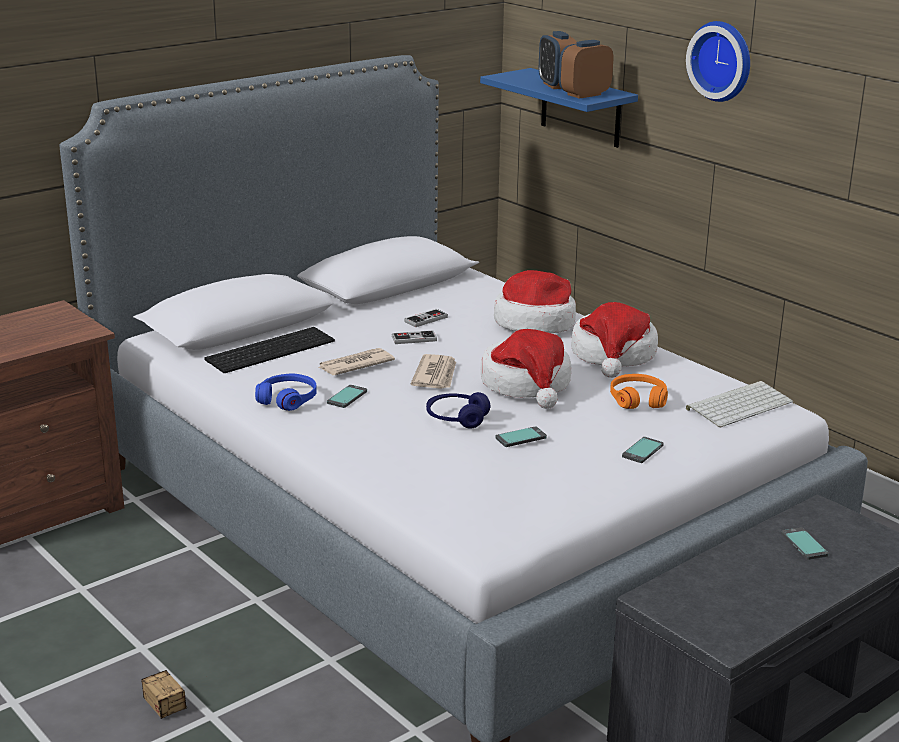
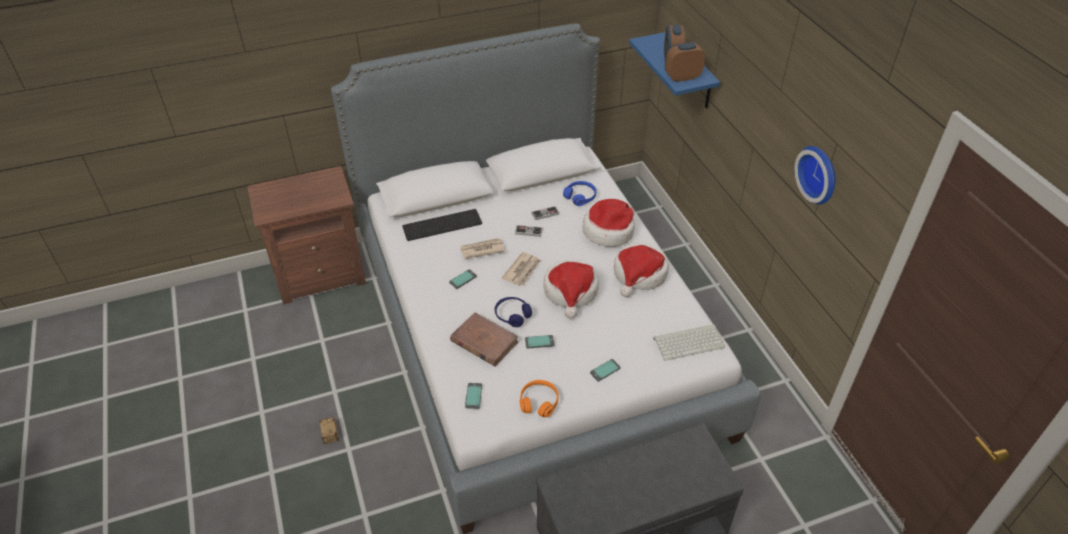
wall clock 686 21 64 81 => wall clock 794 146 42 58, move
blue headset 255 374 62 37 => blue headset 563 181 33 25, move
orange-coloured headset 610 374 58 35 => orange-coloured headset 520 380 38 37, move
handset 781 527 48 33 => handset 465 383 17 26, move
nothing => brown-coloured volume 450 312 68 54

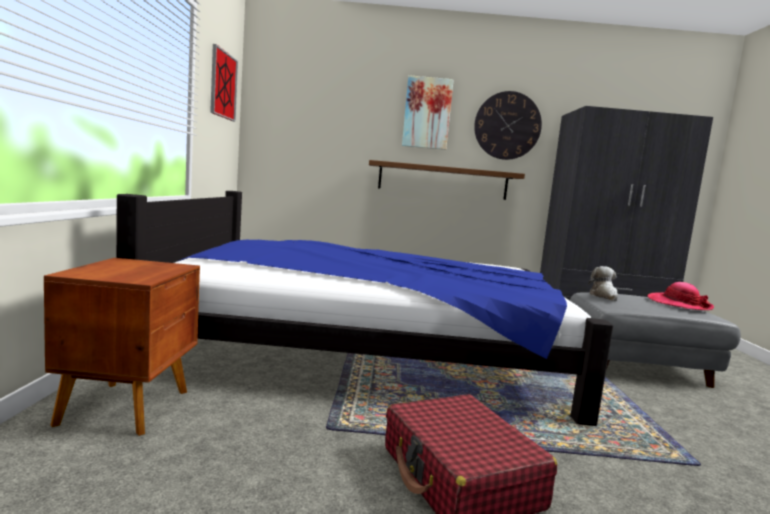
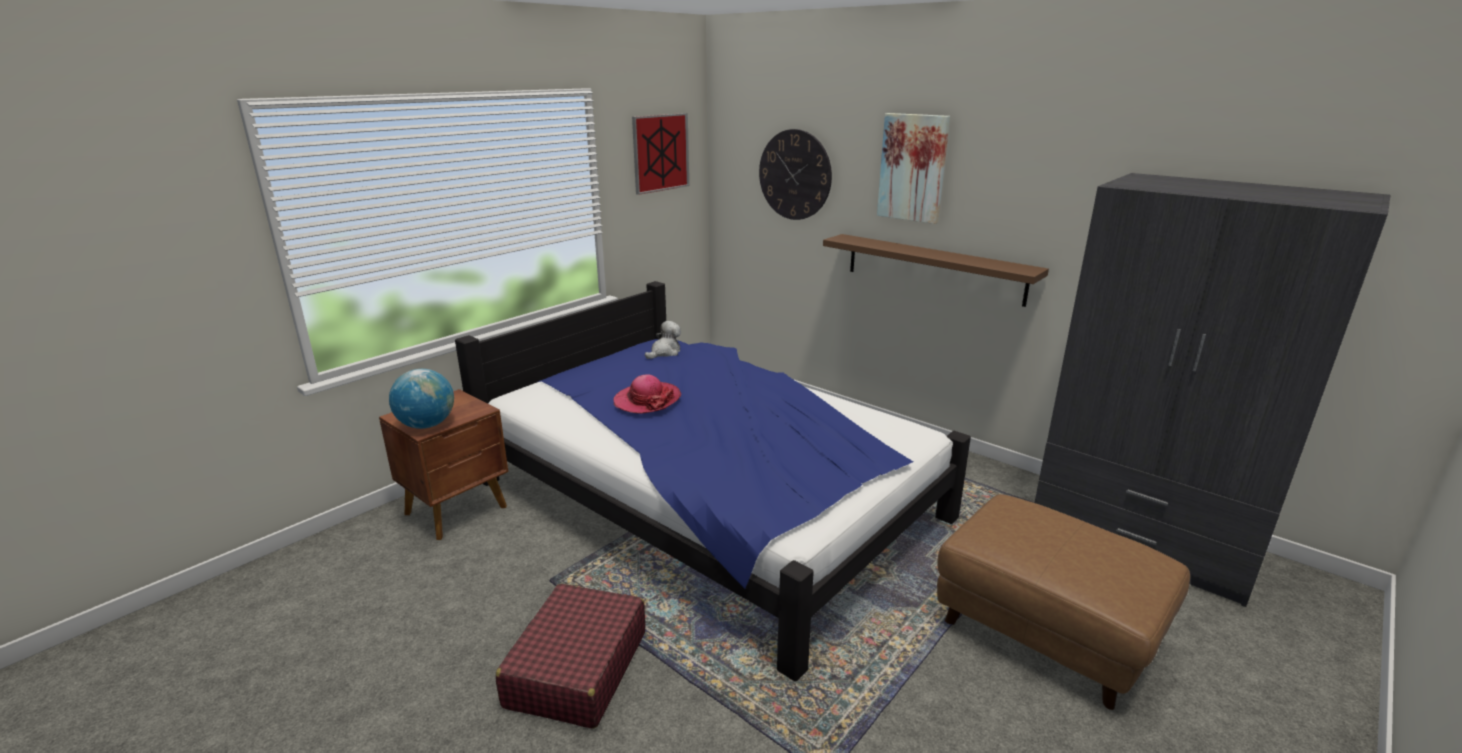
wall clock 474 91 68 69 => wall clock 759 129 73 91, move
plush toy 588 266 30 35 => plush toy 645 321 36 38, move
hat 647 282 67 28 => hat 613 374 68 40, move
gray pouffe 570 292 171 96 => brown-coloured pouffe 937 494 253 216
nothing => desk globe 389 369 65 60

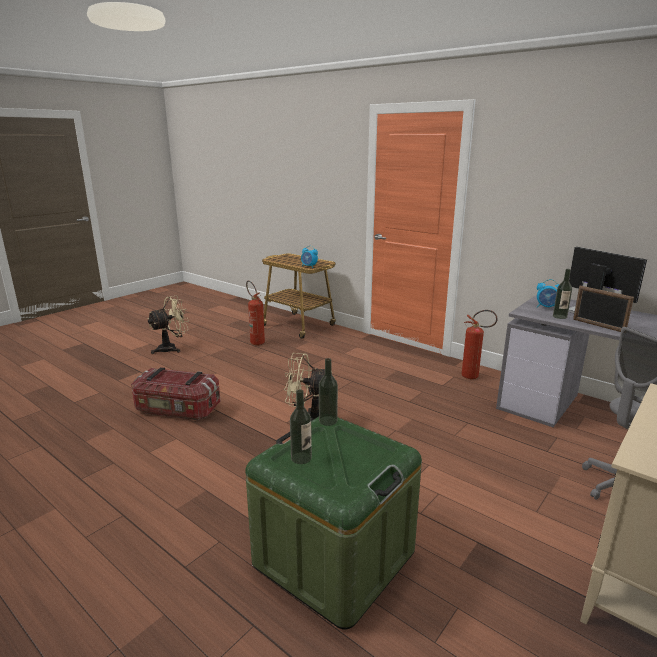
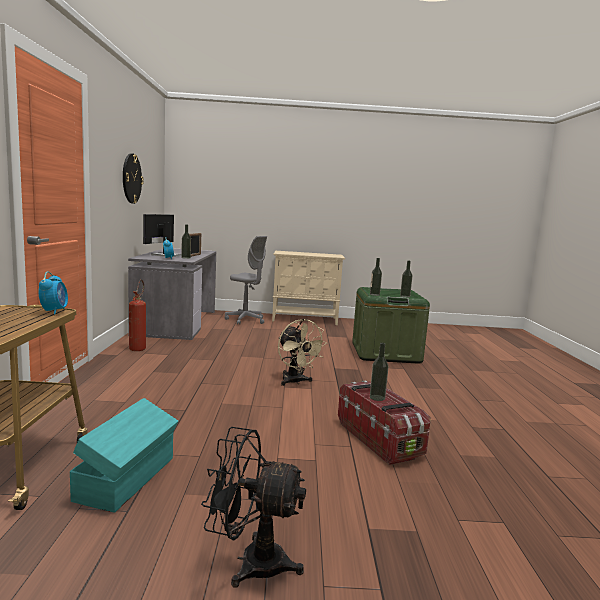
extinguisher 246 281 19 64 => blue-green storage container 70 398 108 115
beige electric fan 148 296 41 58 => black-coloured electric fan 201 427 105 161
nothing => wall clock 123 153 20 51
nothing => bottle 370 343 19 58

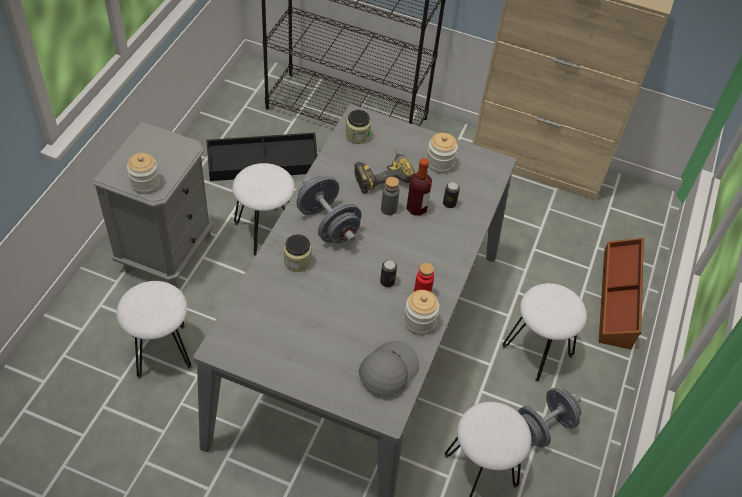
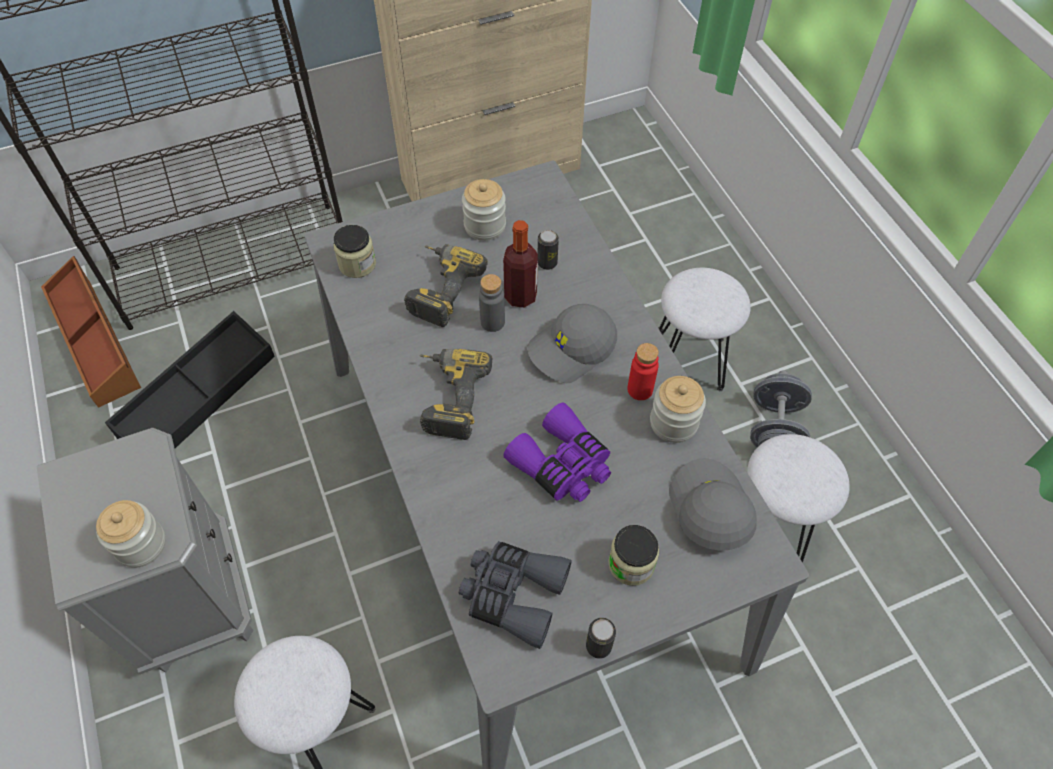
white-coloured stool seat 232 163 63 93 => nothing
gray dumbbell 296 176 66 67 => drill 419 349 74 91
preserve jar 284 234 28 38 => preserve jar 608 525 51 61, move
brown-coloured storage container 599 238 45 111 => brown-coloured storage container 41 256 100 152, move
can 380 260 17 27 => can 586 618 30 41, move
nothing => gray baseball cap 527 304 90 79
nothing => purplish binoculars 503 402 108 100
nothing => gray binoculars 459 541 113 108

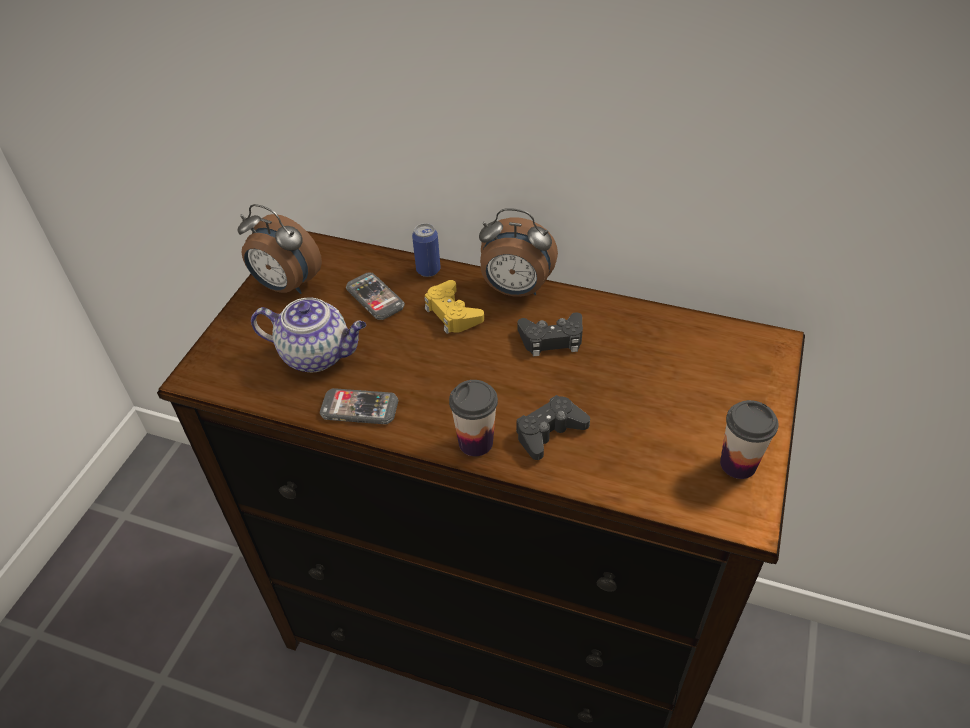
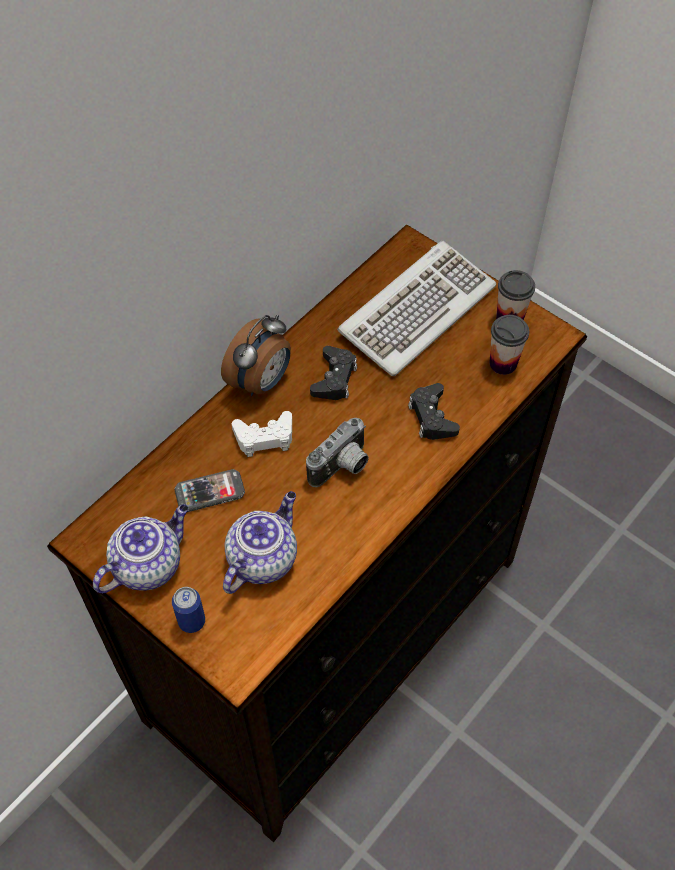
alarm clock 237 204 85 90 => tea pot 93 504 95 89
can 412 223 28 54 => can 172 587 33 46, move
yellow game controller 424 280 60 54 => white-coloured game controller 232 411 60 46
small cup 449 380 49 76 => small cup 490 315 39 60, move
handset 320 388 78 36 => nothing
nothing => PC keyboard 337 241 159 135
nothing => still camera 306 418 63 69

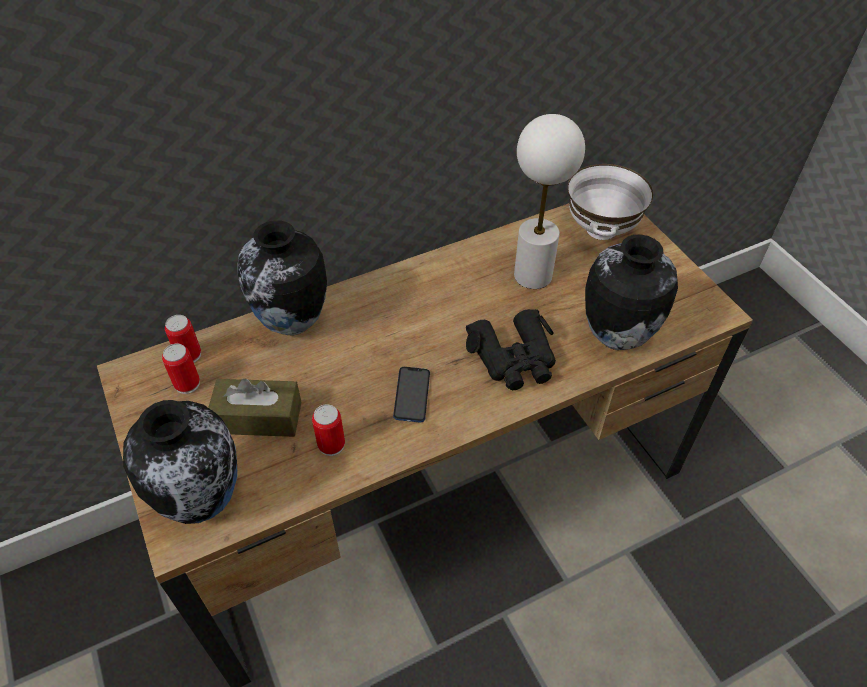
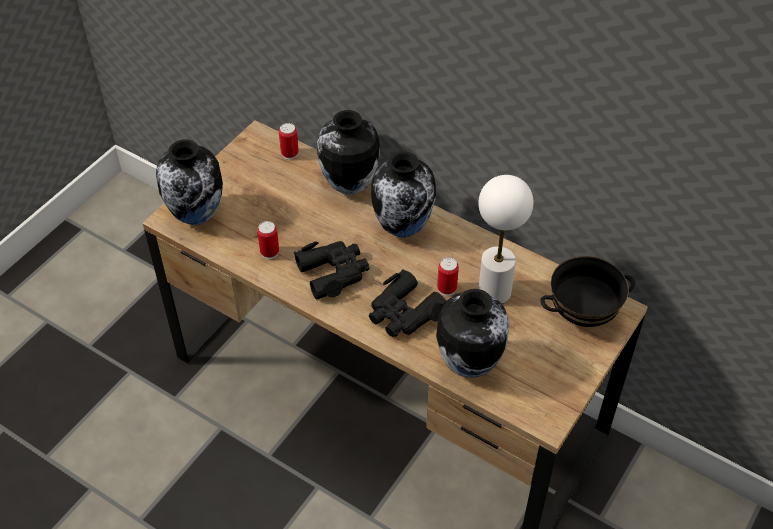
white-coloured serving bowl 568 164 85 76 => black-coloured serving bowl 540 256 95 71
can 162 344 38 50 => can 437 257 22 39, move
handset 393 367 37 56 => black-coloured binoculars 294 241 75 59
brown-coloured box of tissues 208 378 93 59 => nothing
nothing => flower vase 371 151 65 87

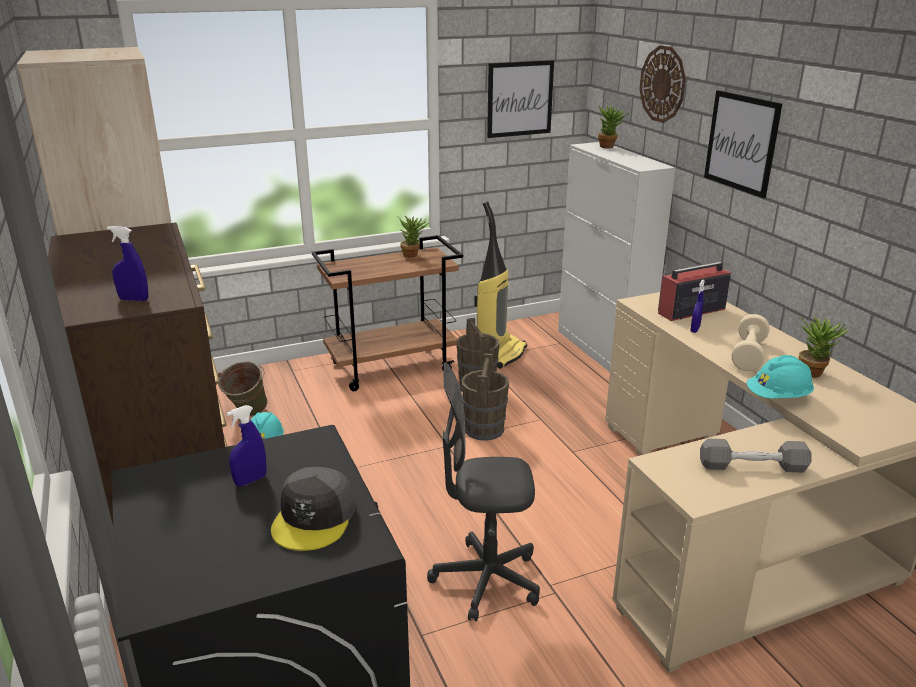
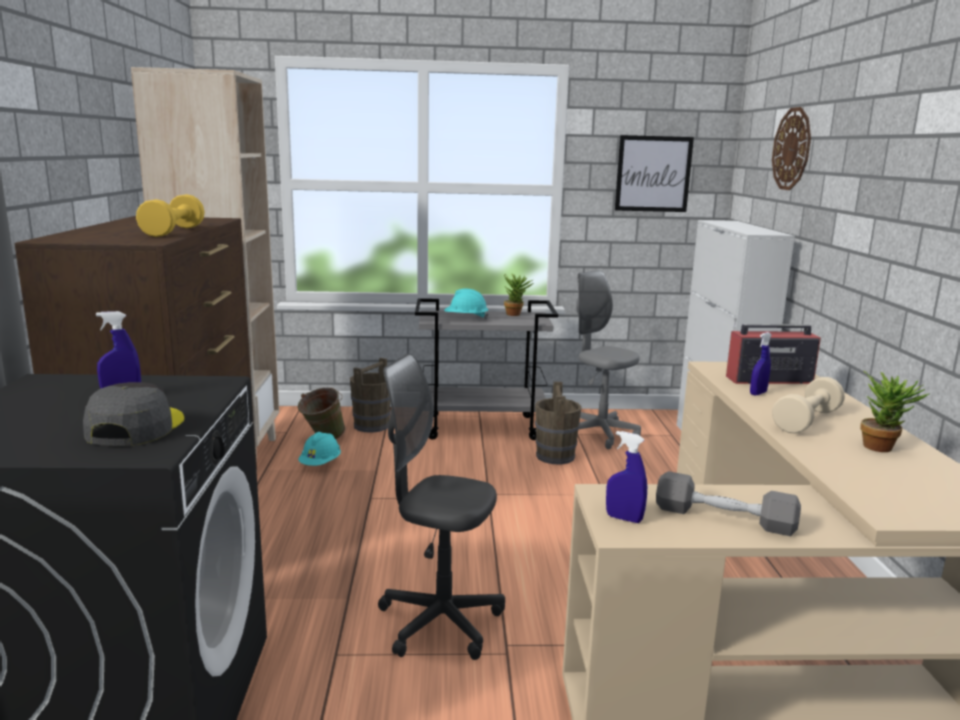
picture 704 90 78 108 => nothing
plant in a pot 598 105 31 43 => nothing
vacuum 474 201 53 168 => gray office chair 576 270 65 179
blue hand sprayer 107 226 42 75 => blue hand sprayer 606 431 41 92, move
brown-coloured cart 312 235 151 156 => gray cart 415 298 143 142
brown-coloured bucket 461 353 48 88 => brown-coloured bucket 350 358 40 75, move
blue-green hard hat 747 355 67 44 => blue-green hard hat 444 289 45 30, move
gray baseball cap 271 467 84 84 => gray baseball cap 83 382 101 64, 150 degrees clockwise
nothing => yellow dumbbell 136 194 69 43

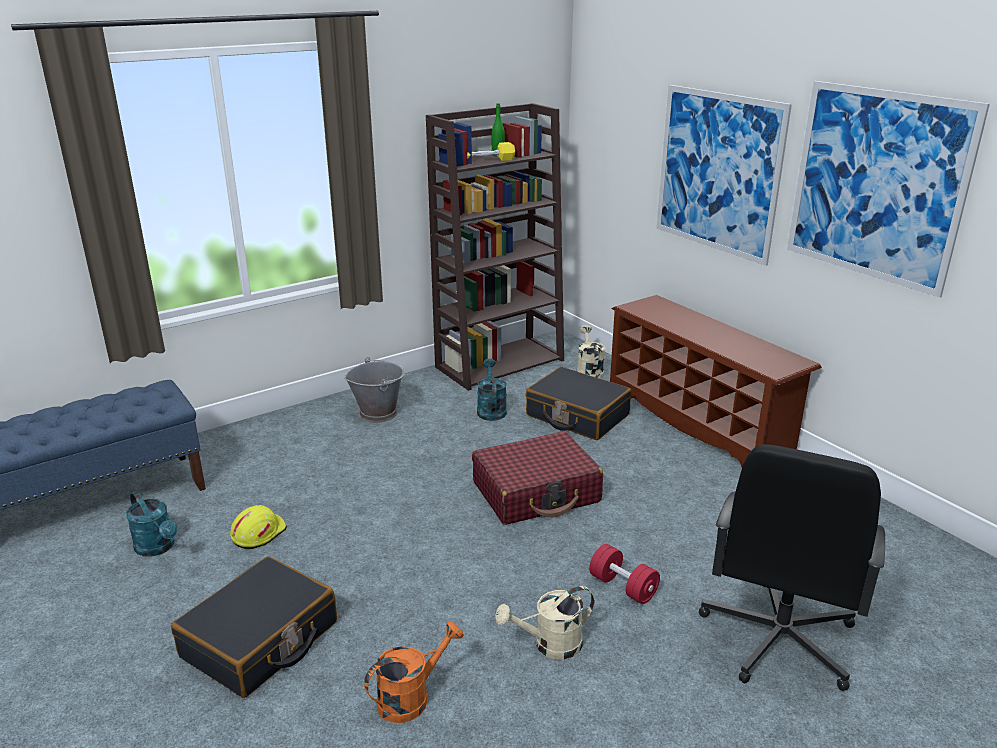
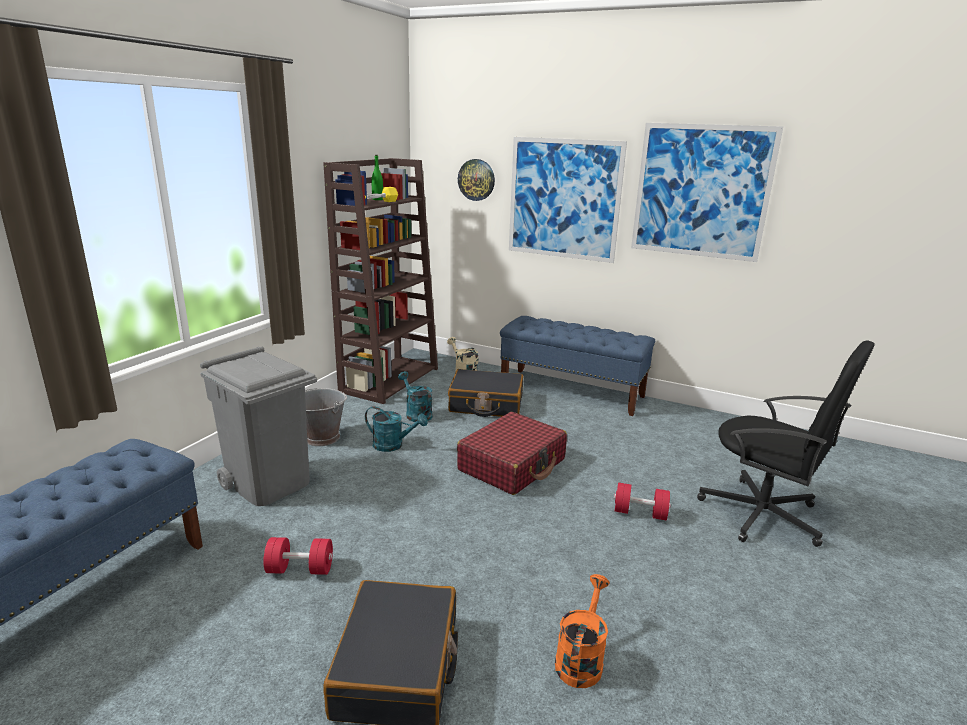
brown-coloured shoe stand 610 295 212 172 => blue indoor bench 500 316 155 100
black-coloured office chair 699 444 186 247 => black-coloured office chair 697 340 178 207, 45 degrees counterclockwise
blue-green watering pot 126 491 52 66 => blue-green watering pot 365 406 63 46, move
yellow hard hat 230 505 57 44 => reddish dumbbell 263 537 70 38
beige watering pot 495 586 99 73 => nothing
nothing => wall clock 458 159 37 42
nothing => gray rubbish bin 200 347 117 159

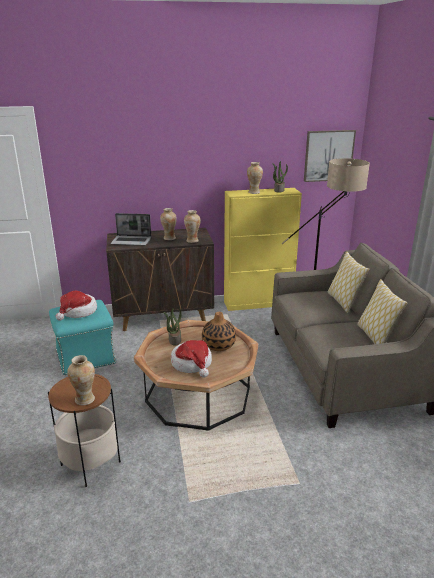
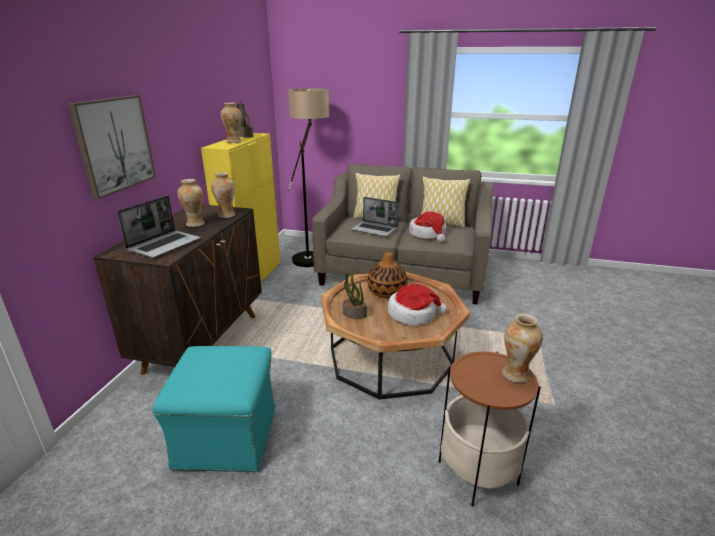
picture 304 130 52 52 => picture 68 95 88 104, move
hat 56 291 41 30 => hat 409 212 37 30, move
nothing => laptop 351 197 48 40

